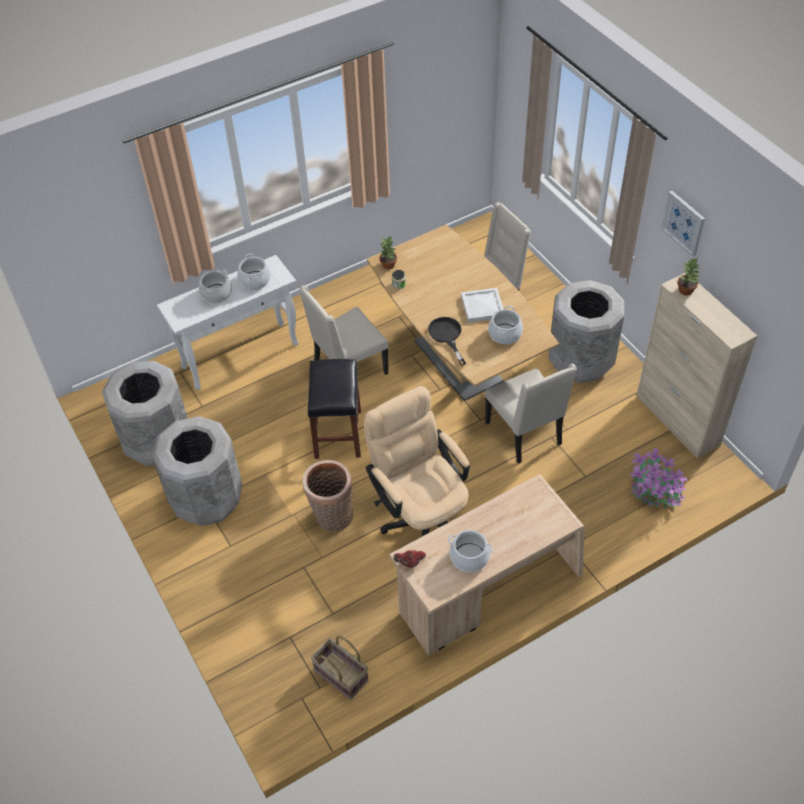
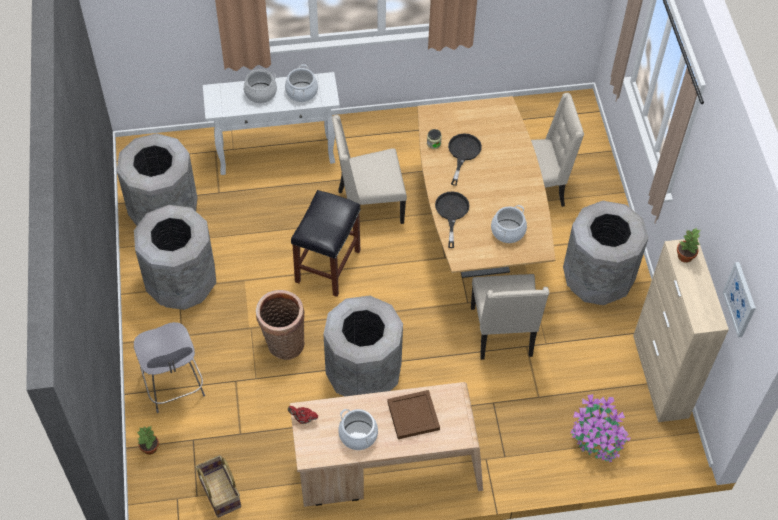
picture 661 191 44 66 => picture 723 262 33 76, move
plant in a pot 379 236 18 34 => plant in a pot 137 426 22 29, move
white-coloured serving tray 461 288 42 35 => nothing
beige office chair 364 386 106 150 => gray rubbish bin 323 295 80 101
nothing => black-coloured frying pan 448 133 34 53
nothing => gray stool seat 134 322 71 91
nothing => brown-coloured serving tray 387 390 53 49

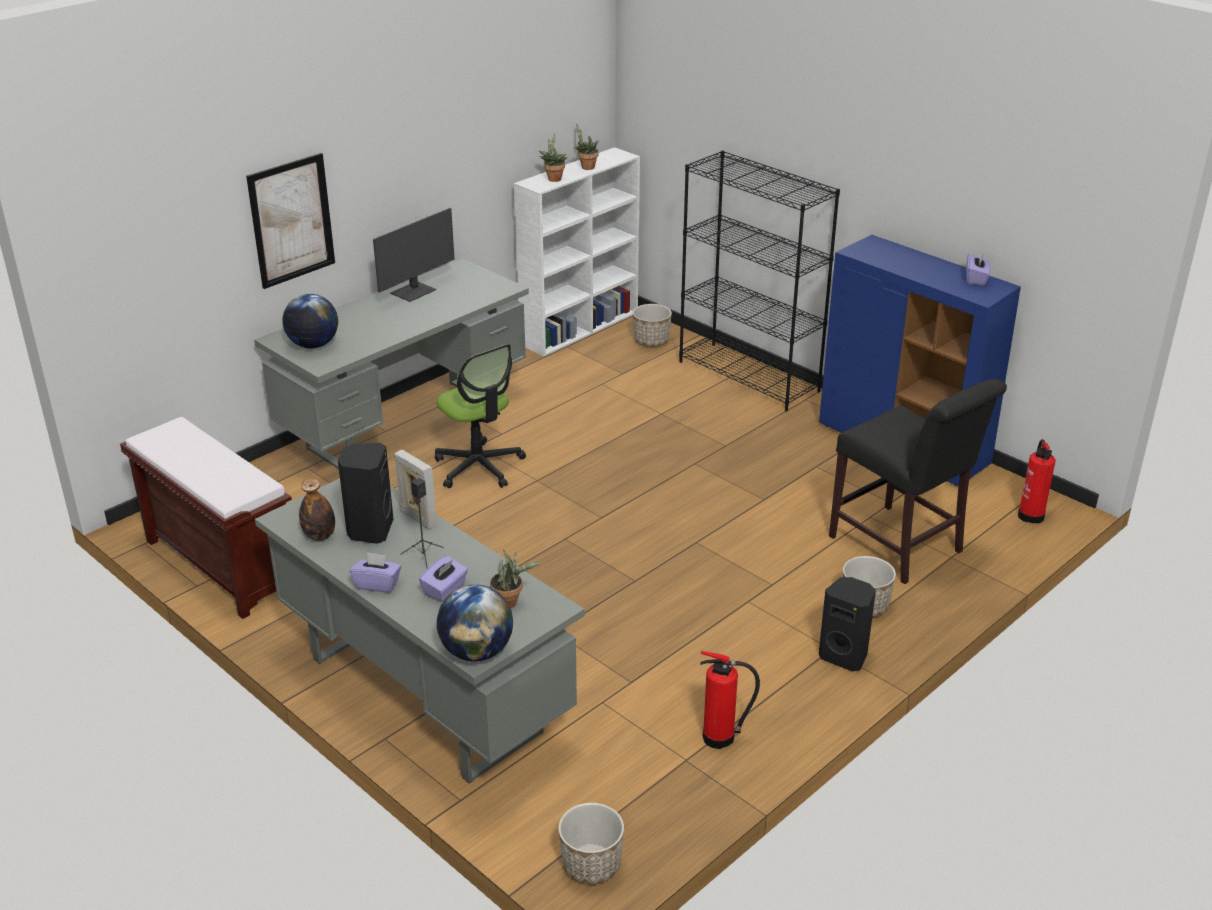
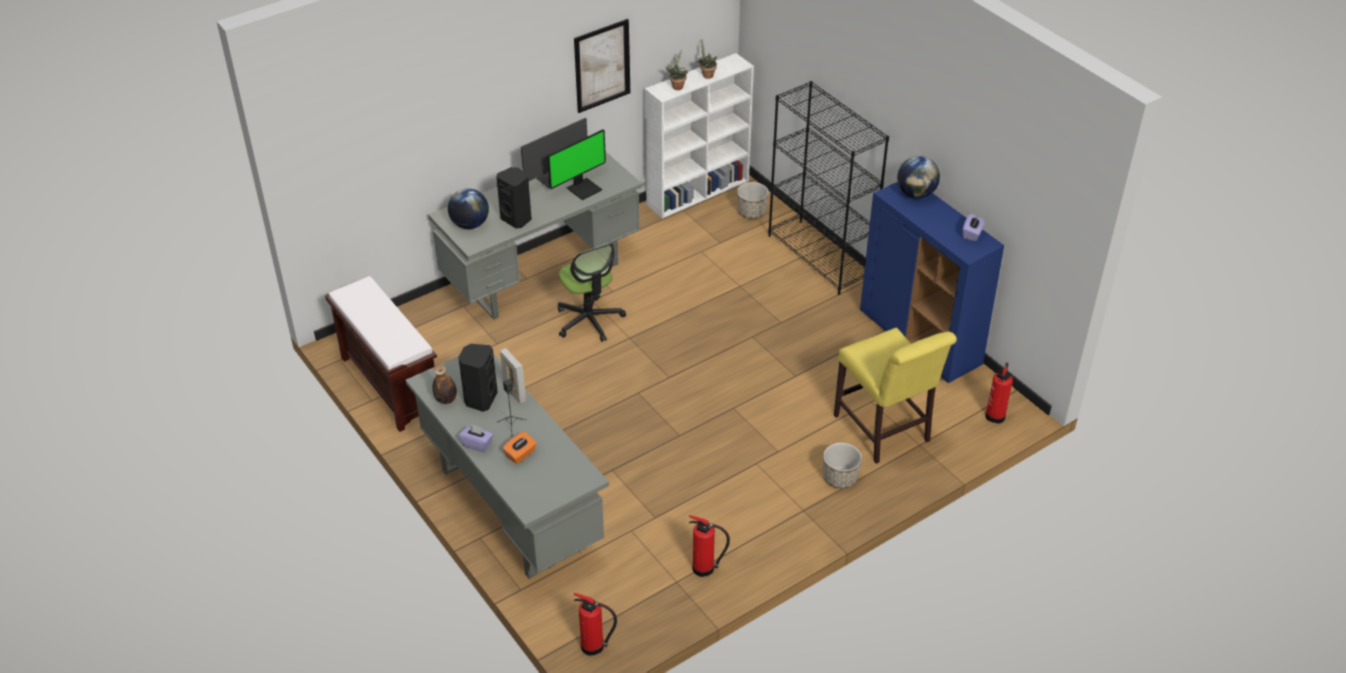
picture 246 153 89 136 => picture 574 19 56 94, move
black-coloured plain chair 829 379 178 205 => yellow plain chair 834 327 123 137
plant in a pot 490 550 50 59 => nothing
purplish box of tissues 419 556 49 46 => orange-coloured box of tissues 502 431 35 33
black-coloured speaker 819 577 57 95 => black-coloured speaker 496 167 36 62, move
desk globe 437 585 76 76 => desk globe 897 156 43 42, move
flower pot 558 803 66 81 => extinguisher 574 593 43 63
nothing => monitor 548 129 58 71

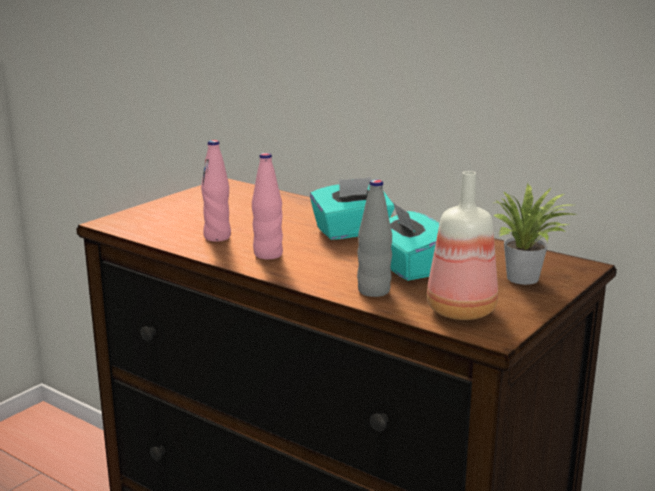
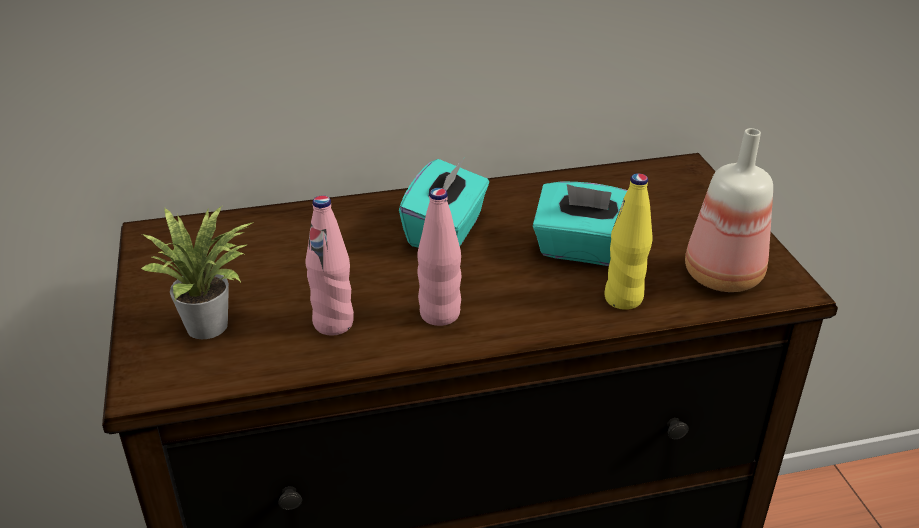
gray bottle 357 179 35 118 => yellow bottle 604 173 49 137
plant in a pot 493 184 83 101 => plant in a pot 140 206 114 133, move

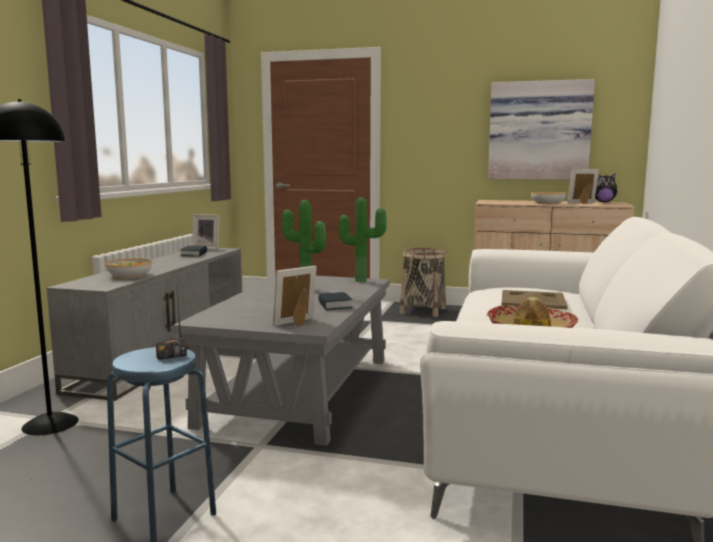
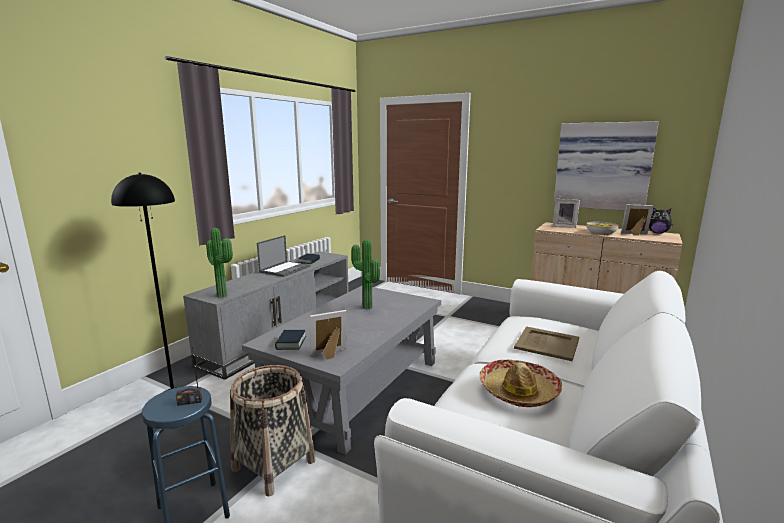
plant in a pot 339 197 48 85 => plant in a pot 206 228 27 70, move
standing frame 192 214 27 36 => standing frame 553 199 27 29, move
storage basket 400 248 46 69 => storage basket 230 365 85 131, move
serving bowl 105 258 47 21 => nothing
volume 318 292 34 18 => volume 275 330 31 20, move
nothing => laptop 257 235 53 42

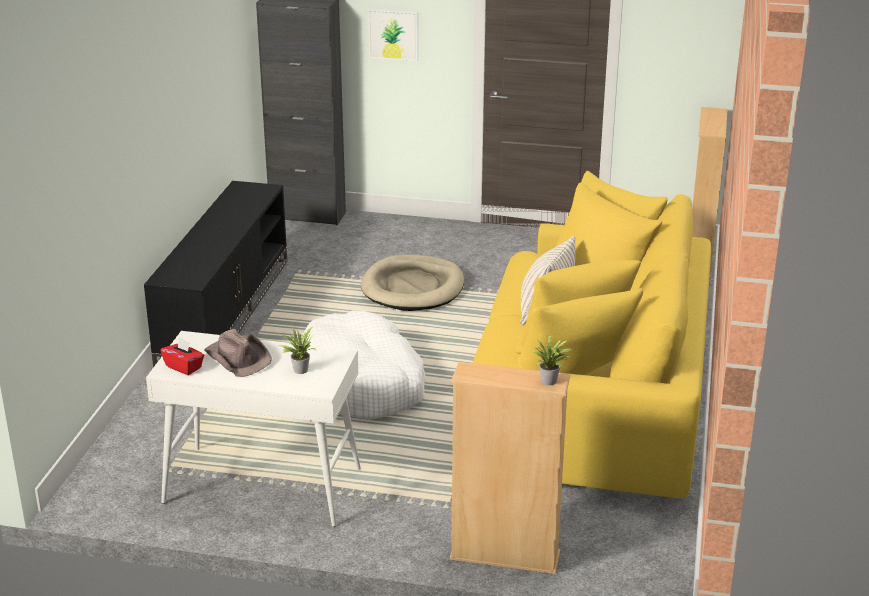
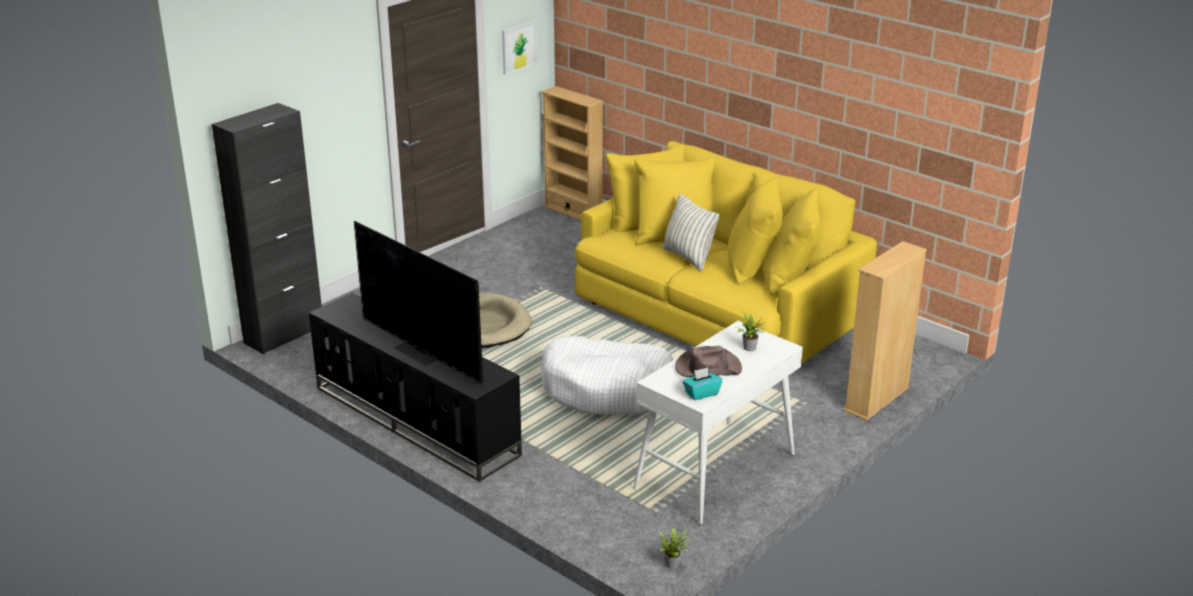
picture 368 9 50 53 => picture 502 21 35 54, move
plant in a pot 533 334 38 51 => plant in a pot 658 527 33 42, move
reddish box of tissues 161 337 44 38 => blue-green box of tissues 683 367 39 33
nothing => TV set 354 221 129 162

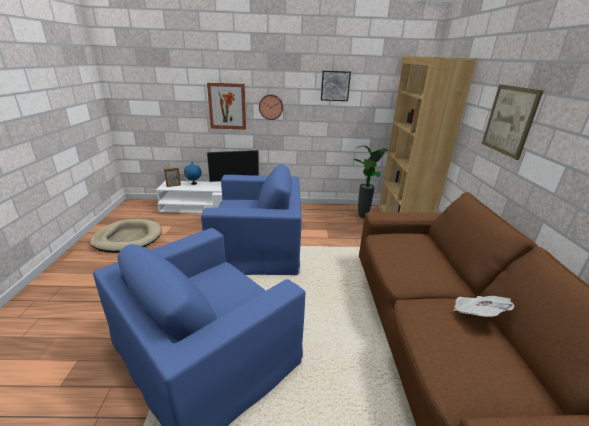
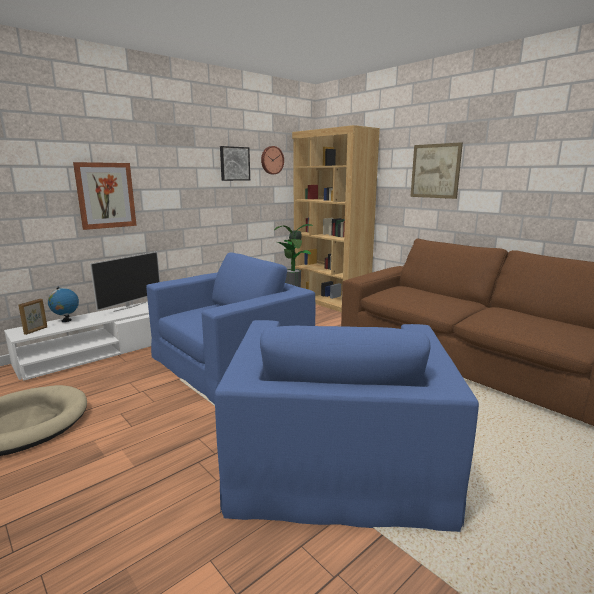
wall clock 259 95 24 25 => wall clock 261 146 23 28, move
printed paper 453 296 61 21 => nothing

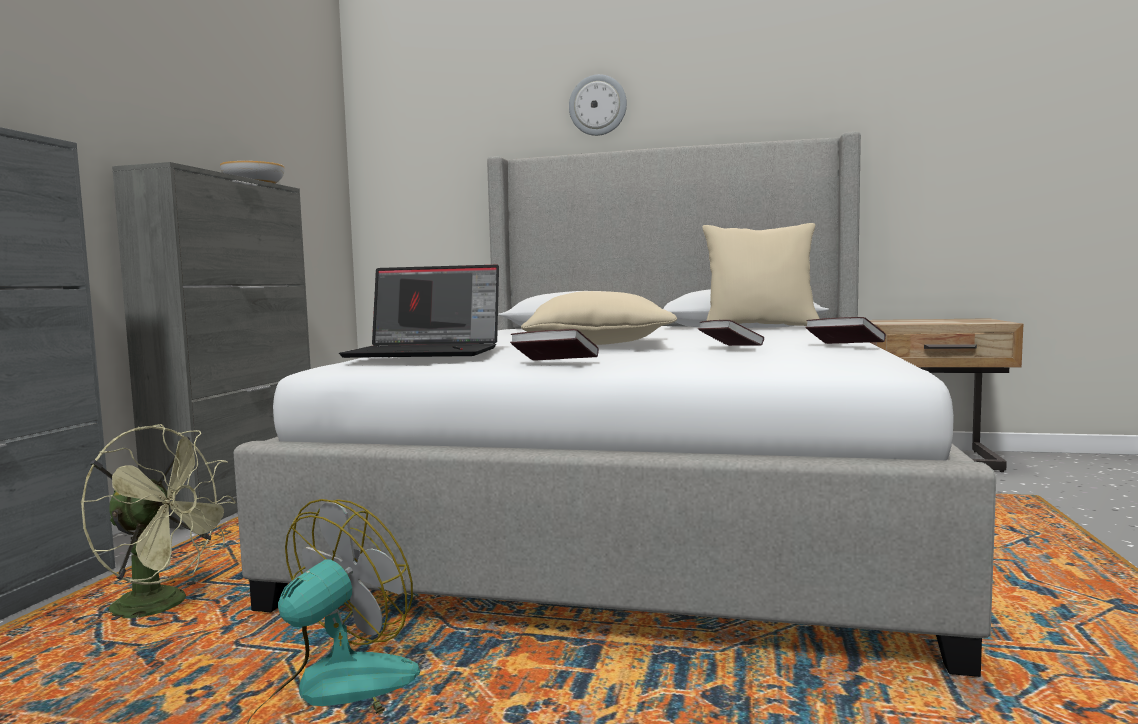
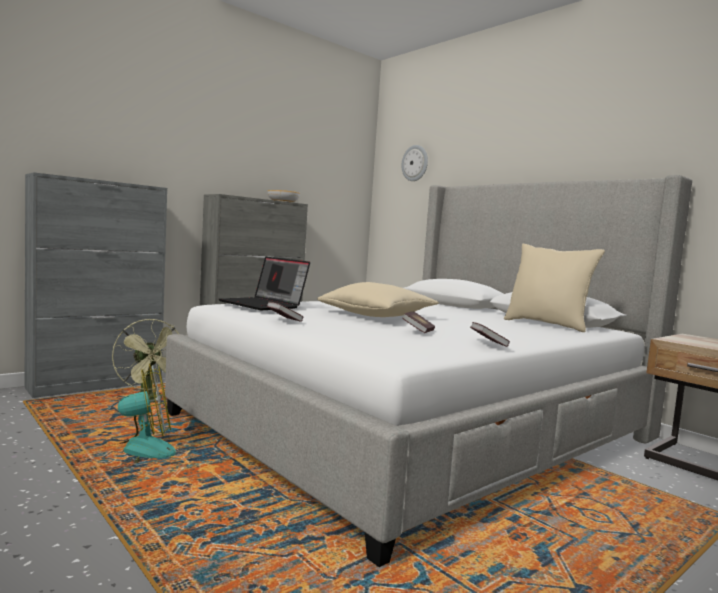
wall clock 569 74 58 62 => wall clock 402 145 26 36, move

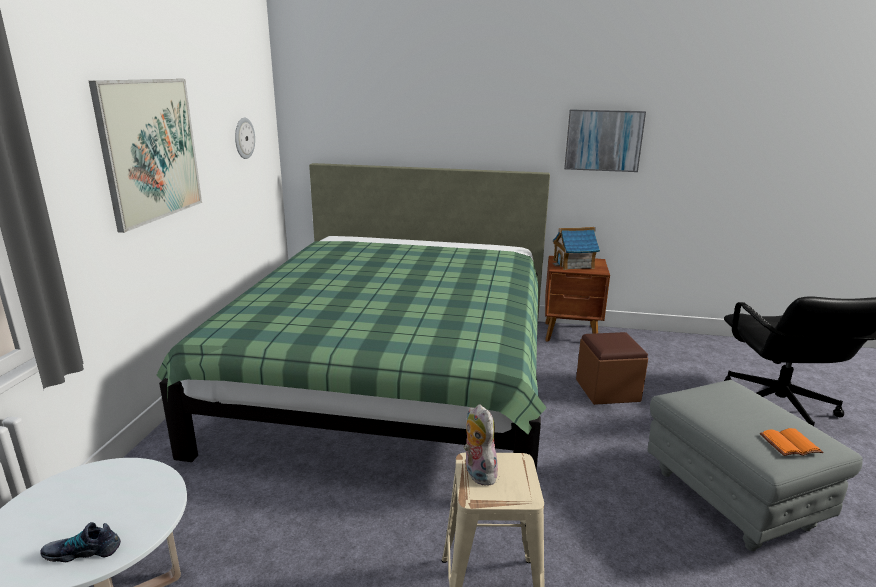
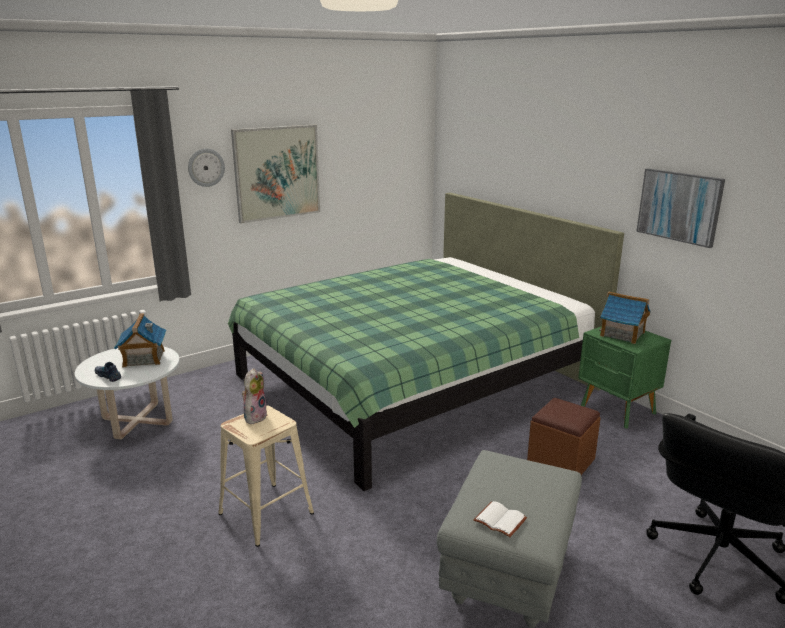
wall clock 235 118 20 41 => wall clock 188 148 37 39, move
brown-coloured night table 545 256 65 86 => greenish night table 578 326 93 102
orange-coloured volume 760 428 64 28 => white-coloured volume 473 501 54 36
nothing => miniature house 114 313 52 55

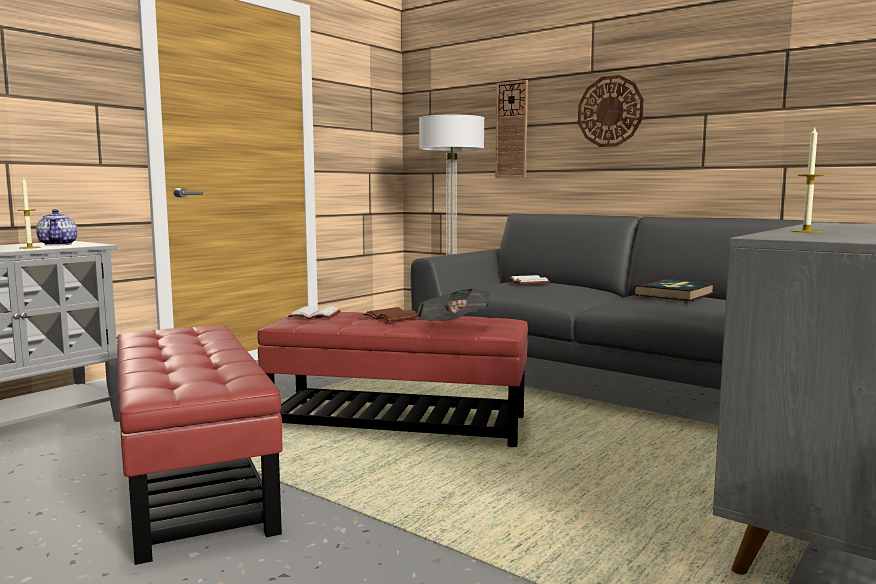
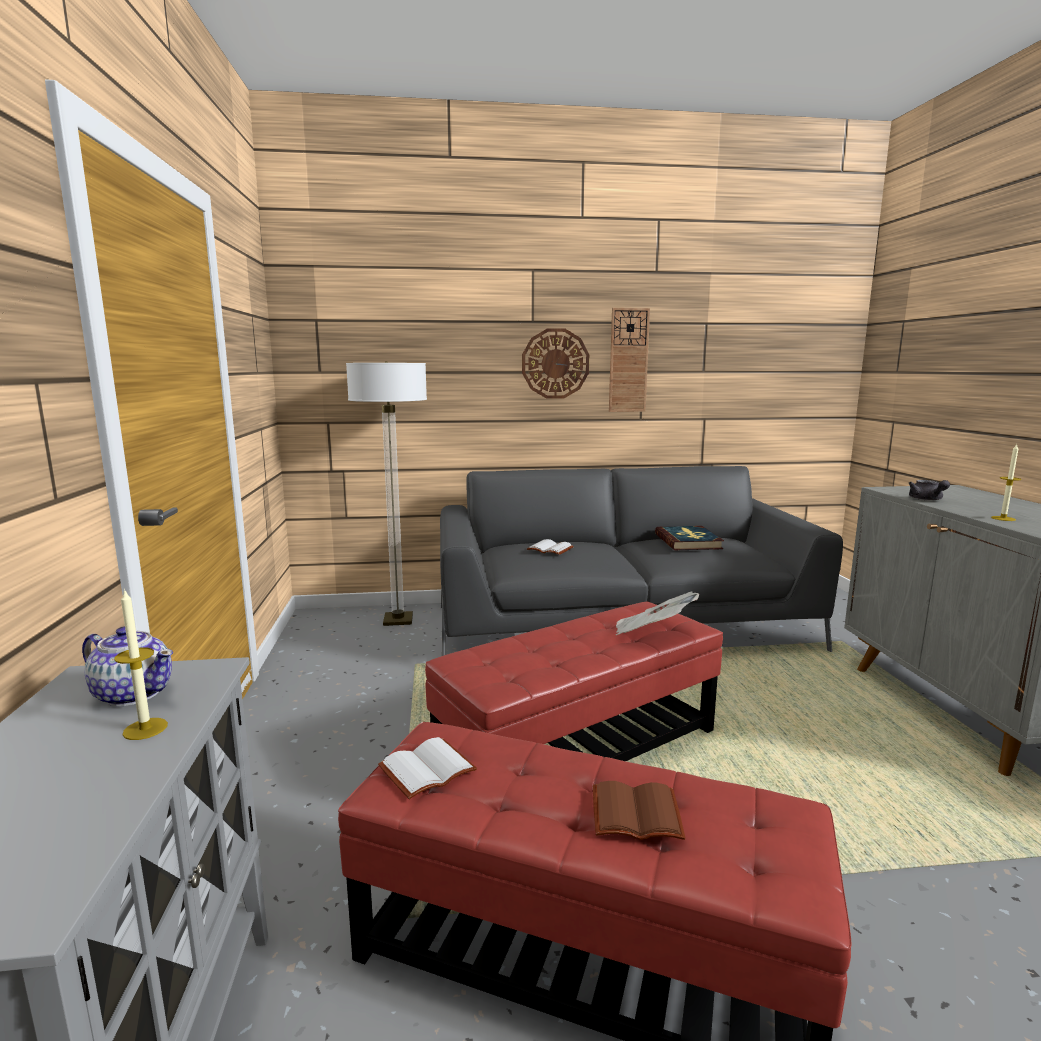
wall clock 495 80 33 98 => wall clock 609 308 41 104, move
white-coloured volume 288 306 53 13 => white-coloured volume 378 737 99 62, move
brown-coloured volume 363 307 55 14 => brown-coloured volume 593 781 92 59, move
nothing => gray tea pot 908 480 42 21

